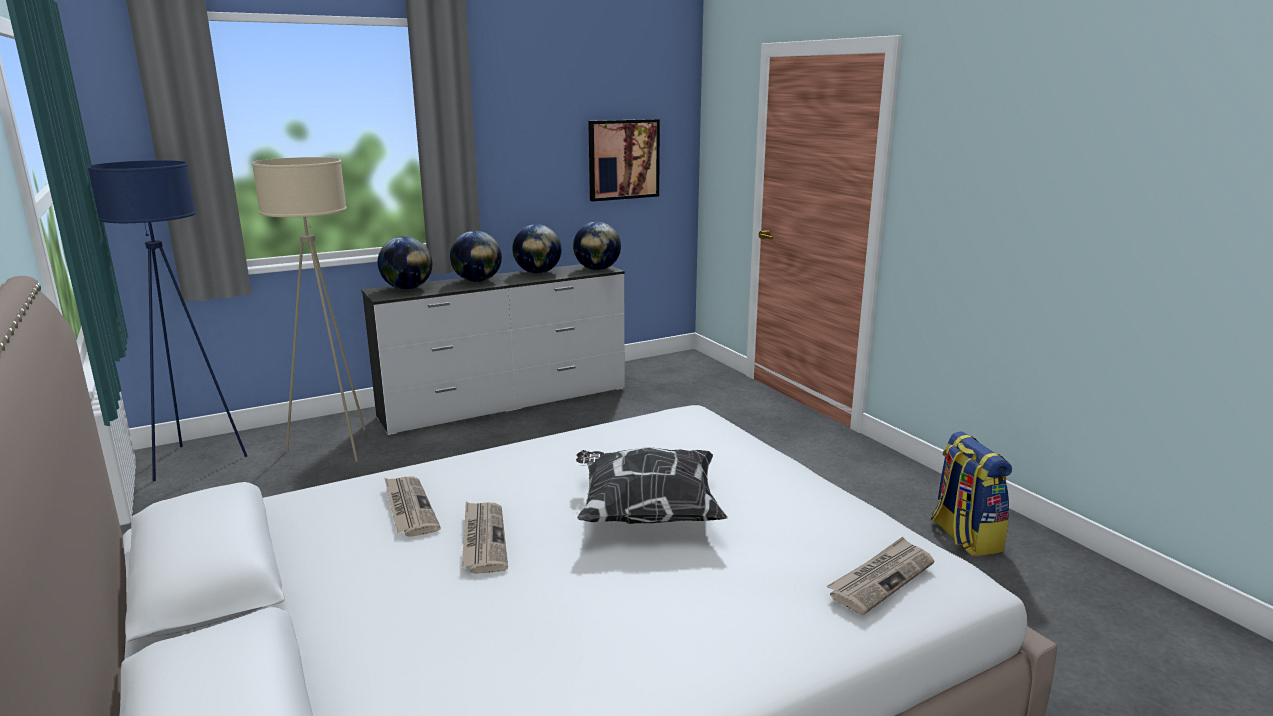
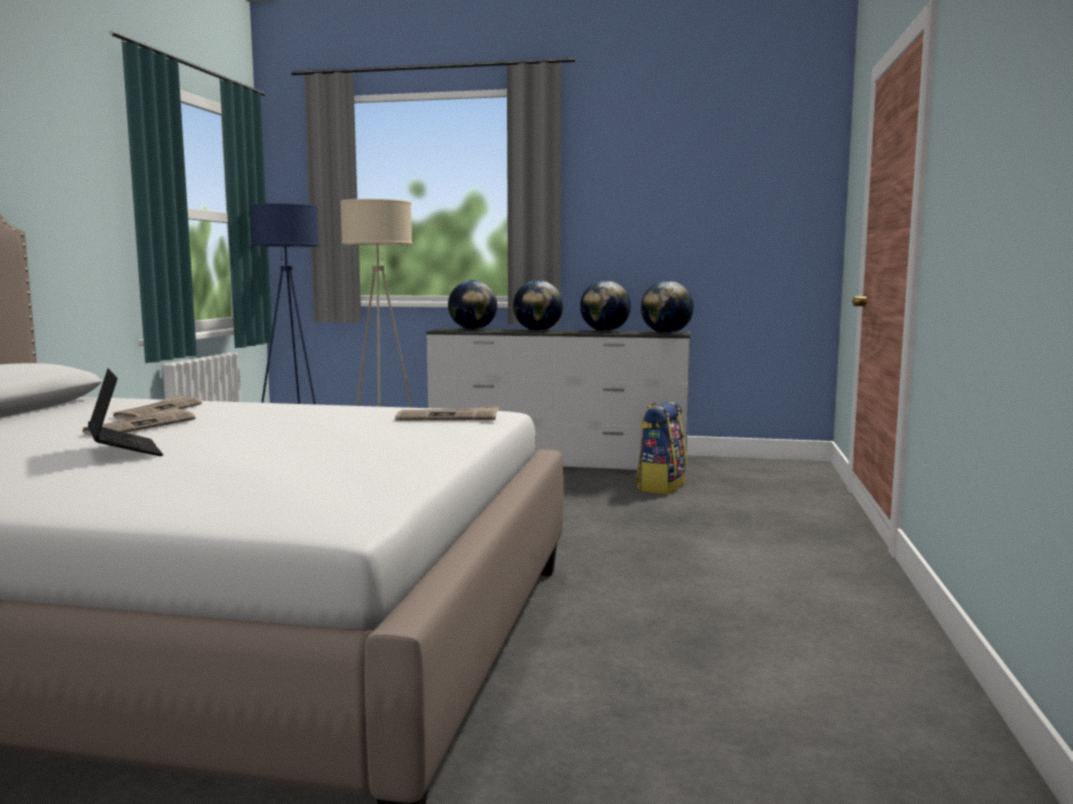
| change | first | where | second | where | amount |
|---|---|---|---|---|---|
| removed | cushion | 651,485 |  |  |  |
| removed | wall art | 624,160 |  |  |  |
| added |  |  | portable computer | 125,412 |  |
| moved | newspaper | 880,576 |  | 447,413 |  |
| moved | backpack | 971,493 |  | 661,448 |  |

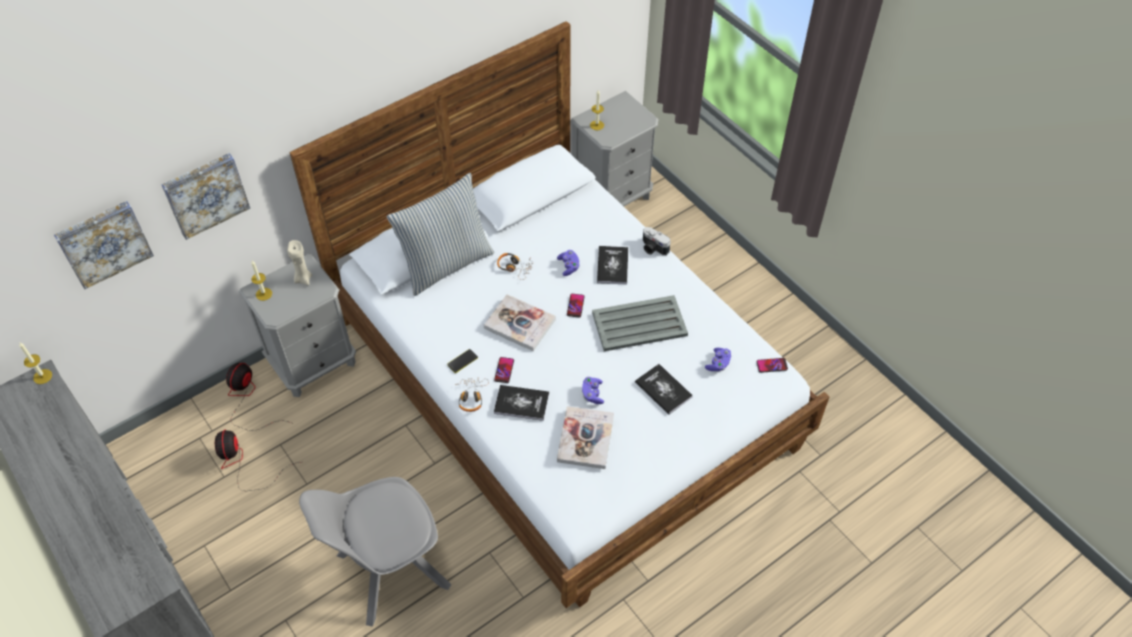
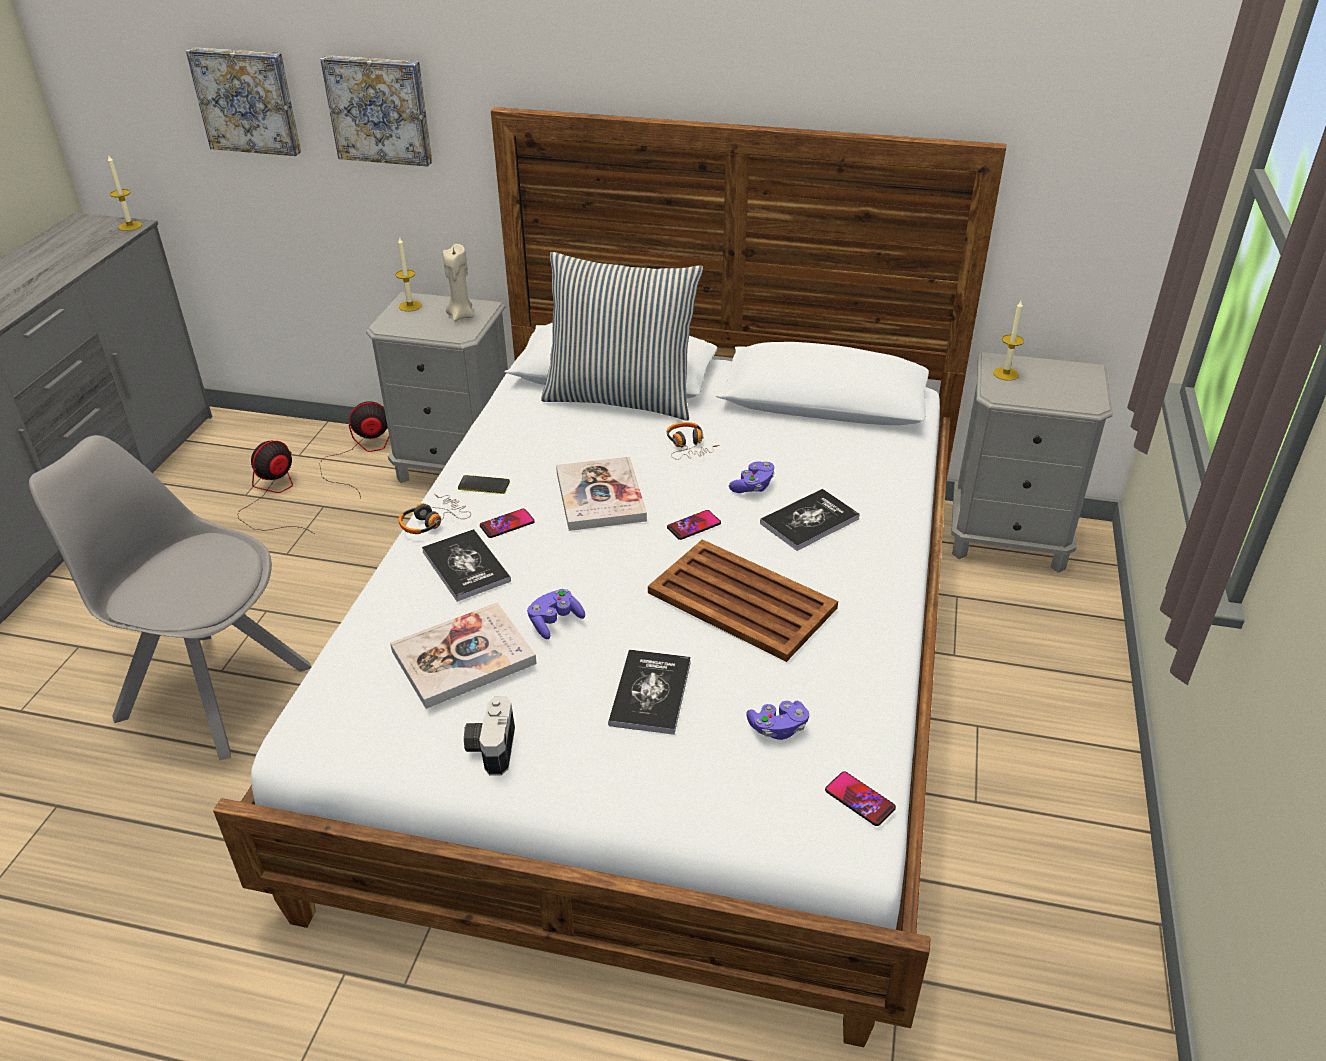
| change | first | where | second | where | amount |
|---|---|---|---|---|---|
| moved | still camera | 657,241 |  | 489,736 |  |
| recoloured | grey carrying tray | 640,323 | brown carrying tray | 743,600 |  |

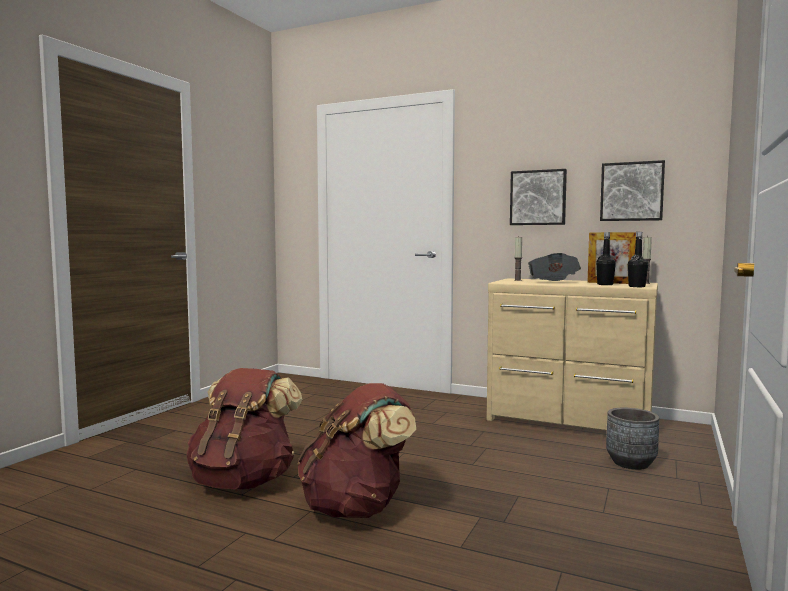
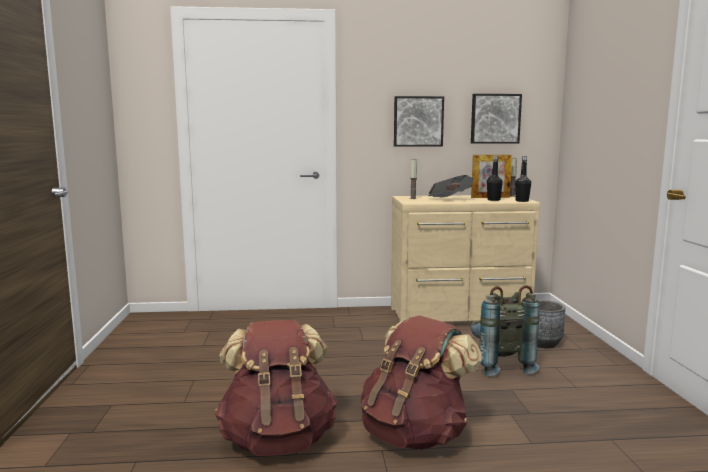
| change | first | where | second | where | amount |
|---|---|---|---|---|---|
| added |  |  | grey backpack | 505,331 |  |

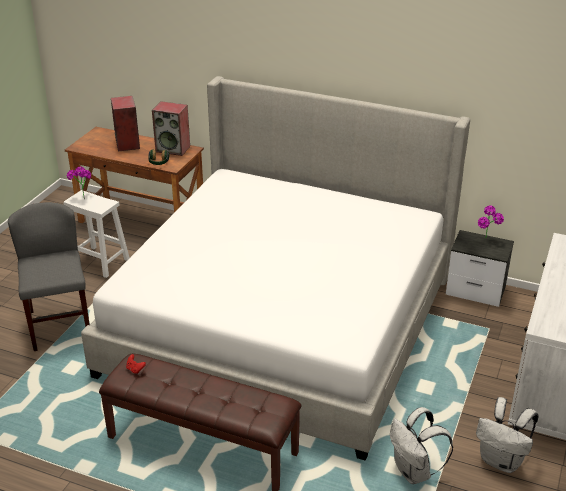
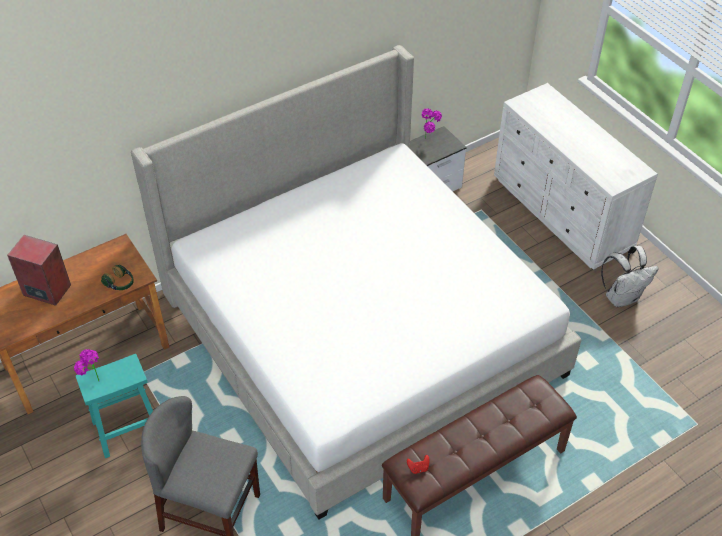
| change | first | where | second | where | amount |
|---|---|---|---|---|---|
| removed | audio speaker | 171,128 |  |  |  |
| removed | white backpack | 421,445 |  |  |  |
| recoloured | white stool | 96,234 | turquoise-coloured stool | 114,406 |  |

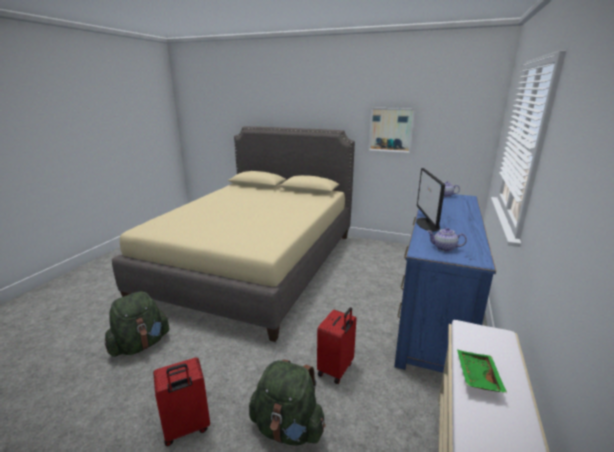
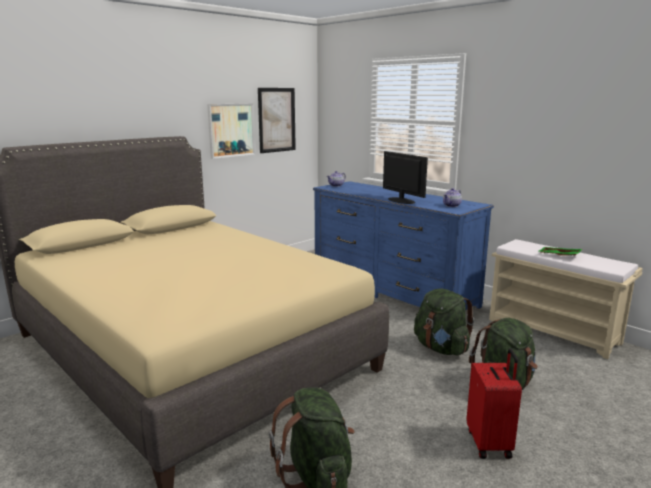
| change | first | where | second | where | amount |
|---|---|---|---|---|---|
| added |  |  | wall art | 277,120 |  |
| replaced | red-coloured suitcase | 337,345 | green-coloured backpack | 444,322 |  |
| turned | monitor | 430,200 |  | 405,177 | 150 degrees counterclockwise |

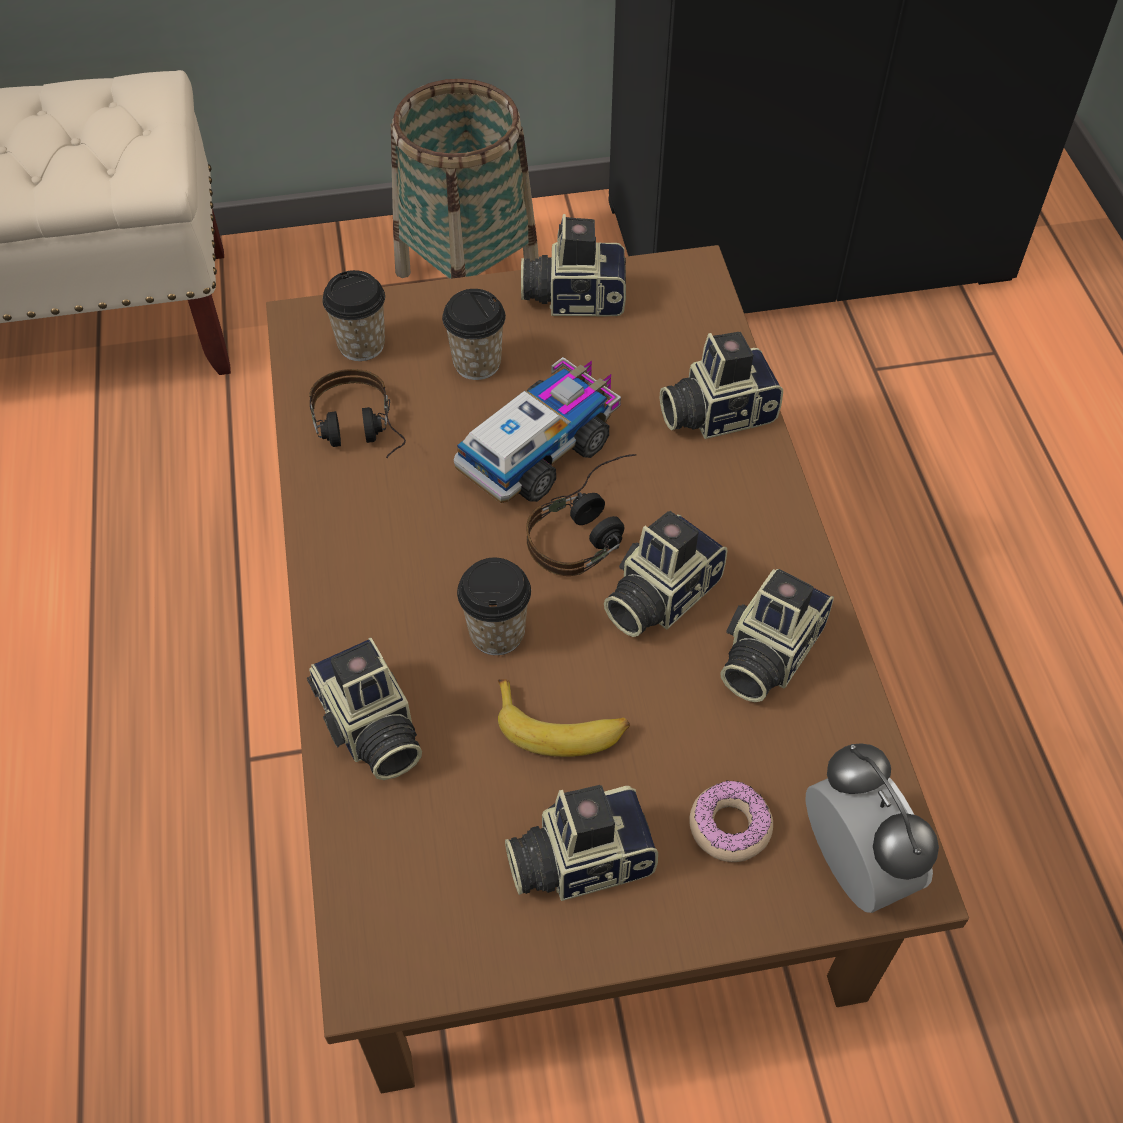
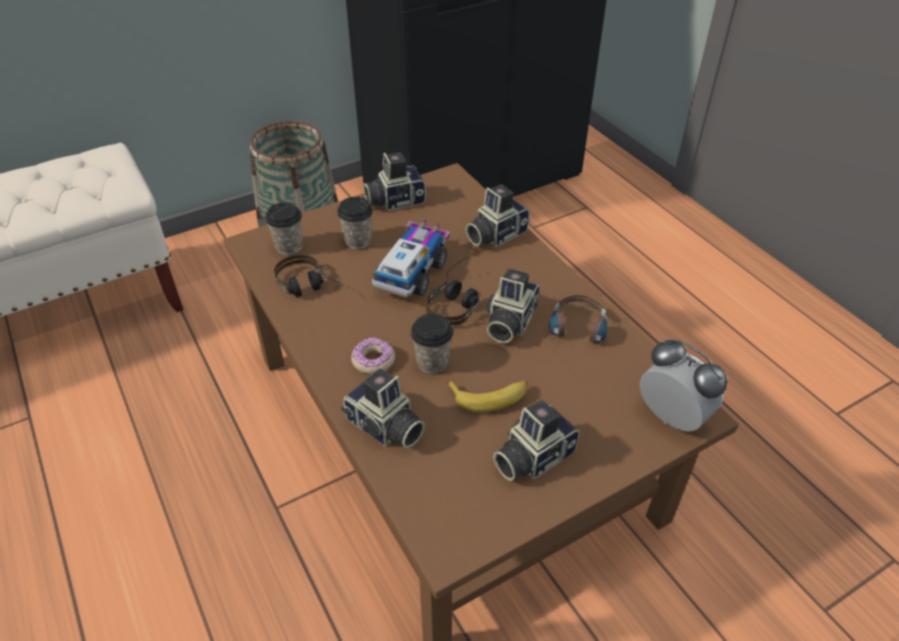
| change | first | where | second | where | amount |
|---|---|---|---|---|---|
| moved | doughnut | 731,821 |  | 373,356 |  |
| replaced | still camera | 777,635 | pair of headphones | 578,320 |  |

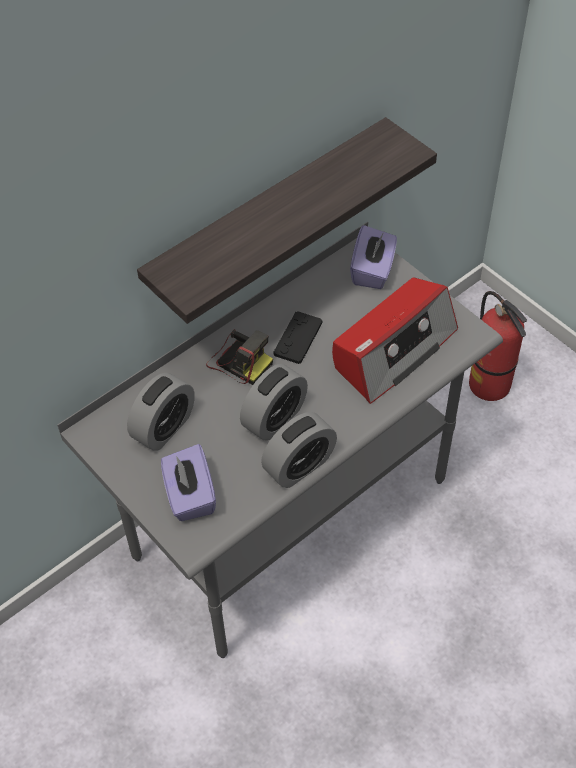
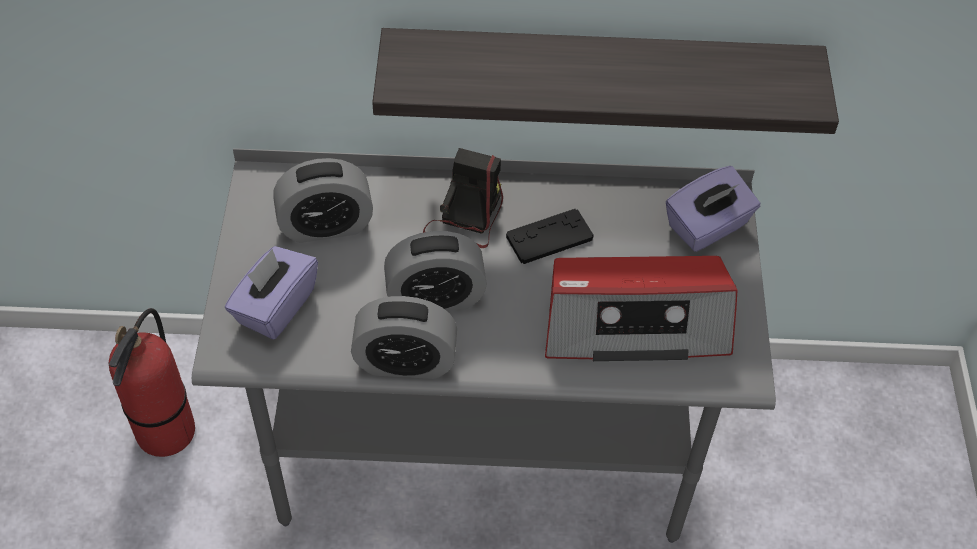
| change | first | where | second | where | amount |
|---|---|---|---|---|---|
| moved | fire-fighting cylinder | 498,346 |  | 152,382 |  |
| turned | still camera | 239,357 |  | 463,198 | 150 degrees counterclockwise |

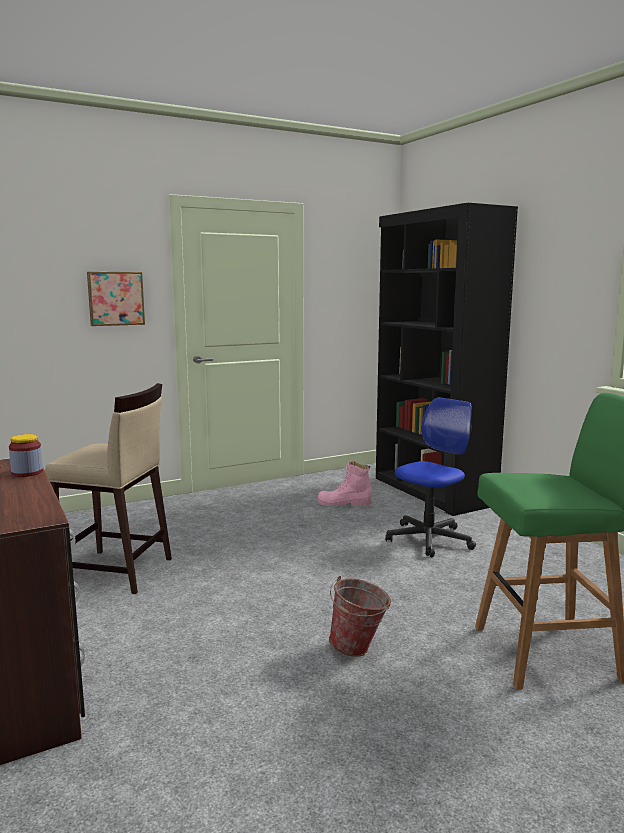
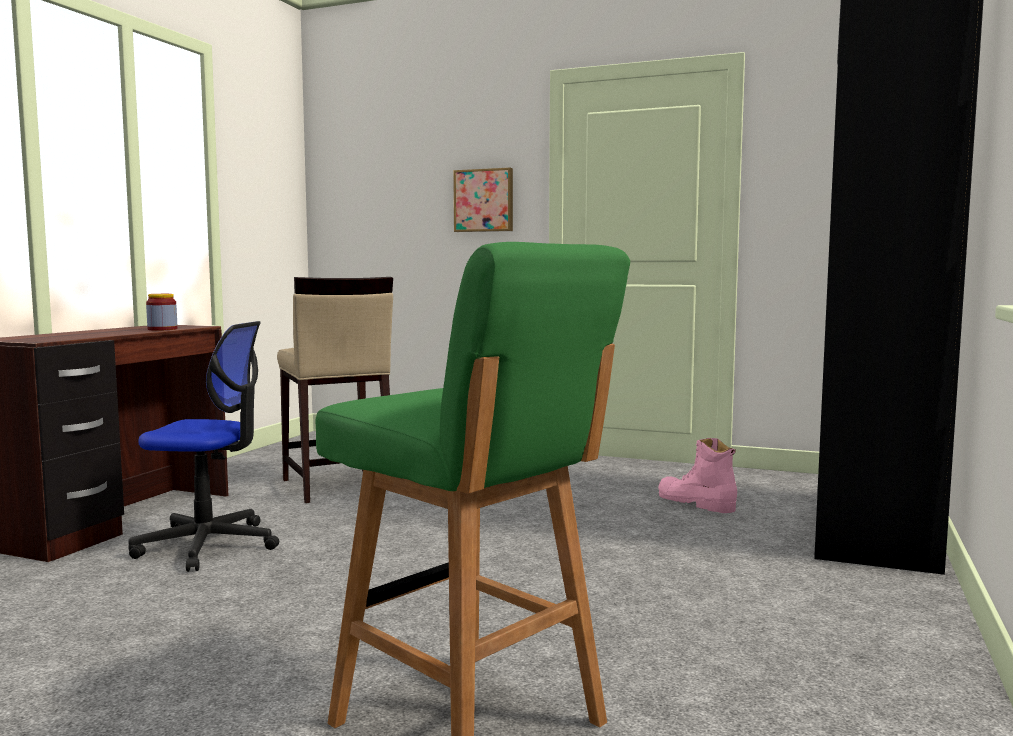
| change | first | where | second | where | amount |
|---|---|---|---|---|---|
| removed | bucket | 360,616 |  |  |  |
| moved | computer chair | 430,477 |  | 203,446 |  |

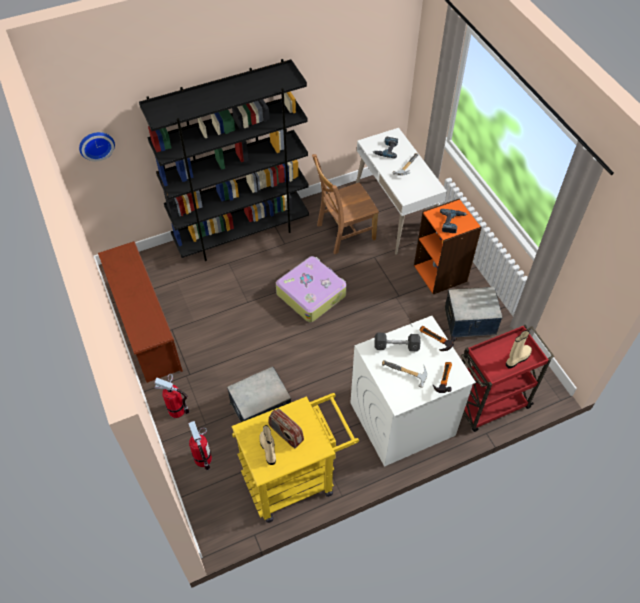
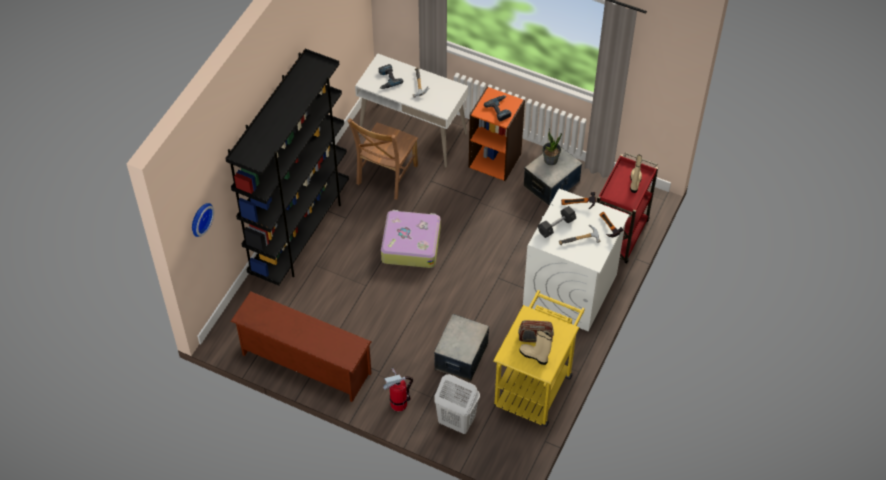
| change | first | where | second | where | amount |
|---|---|---|---|---|---|
| added |  |  | potted plant | 552,146 |  |
| replaced | fire-fighting cylinder | 200,445 | white hamper | 457,404 |  |

